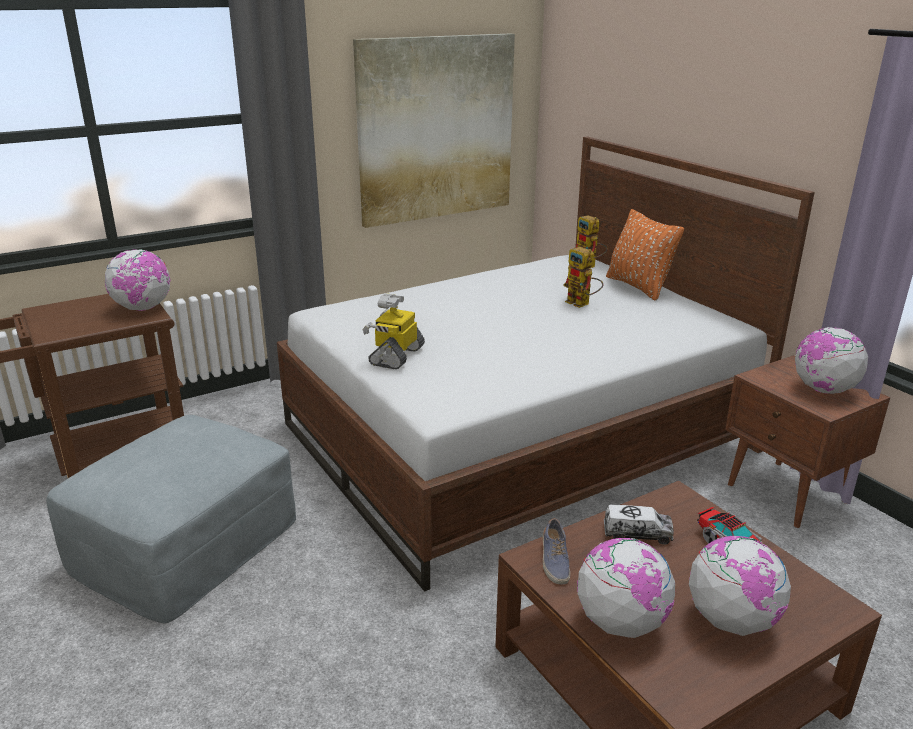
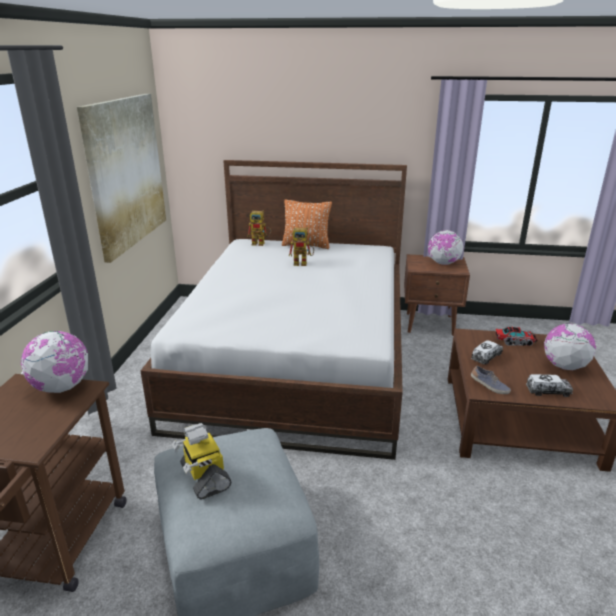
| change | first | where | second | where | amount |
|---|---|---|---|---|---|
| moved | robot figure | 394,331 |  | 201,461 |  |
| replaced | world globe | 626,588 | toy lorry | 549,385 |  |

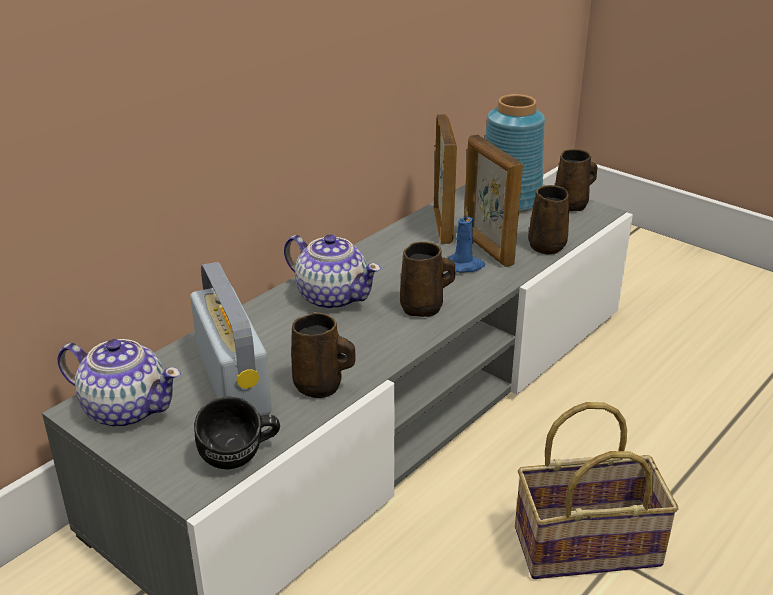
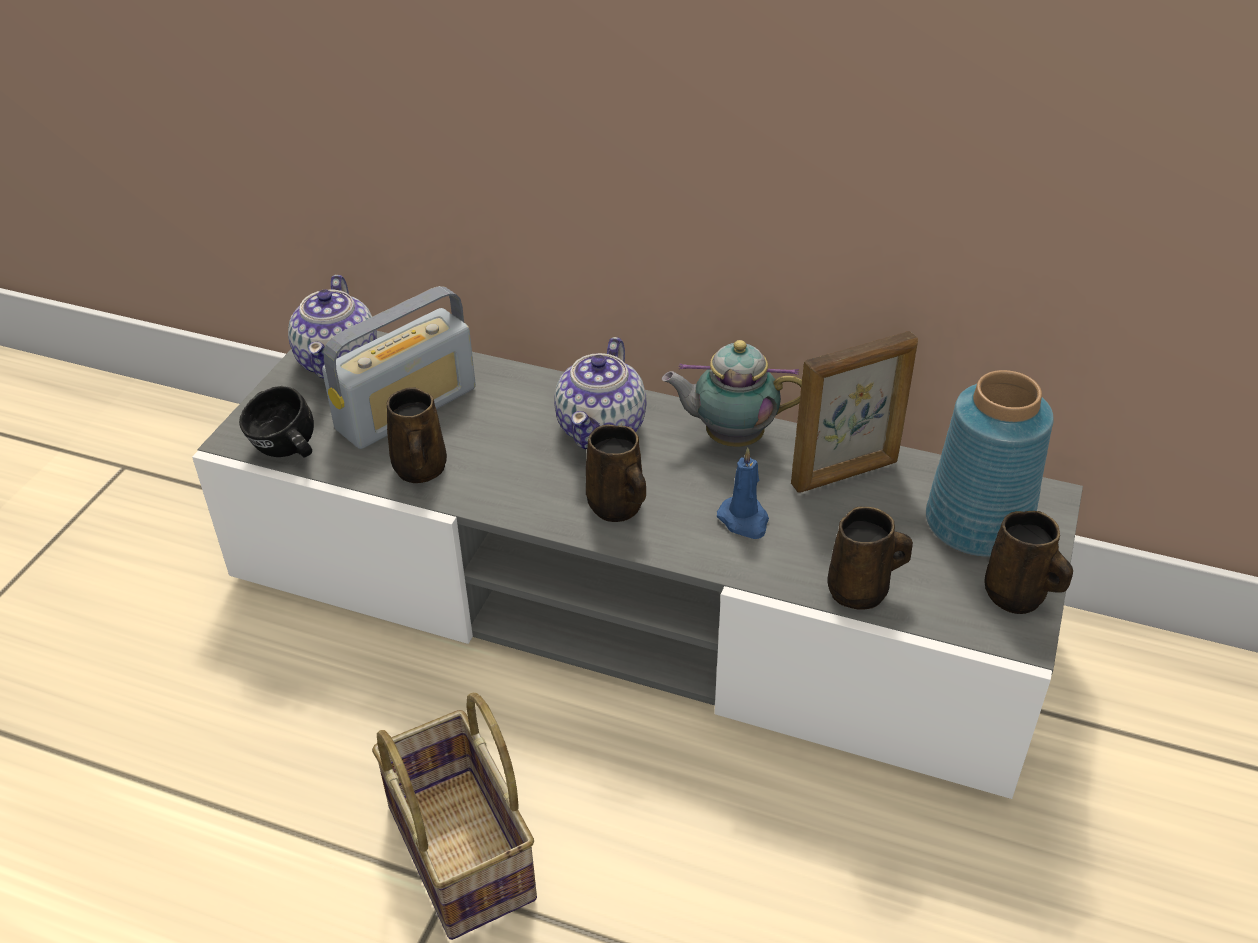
| change | first | where | second | where | amount |
|---|---|---|---|---|---|
| removed | photo frame | 493,201 |  |  |  |
| added |  |  | teapot | 732,393 |  |

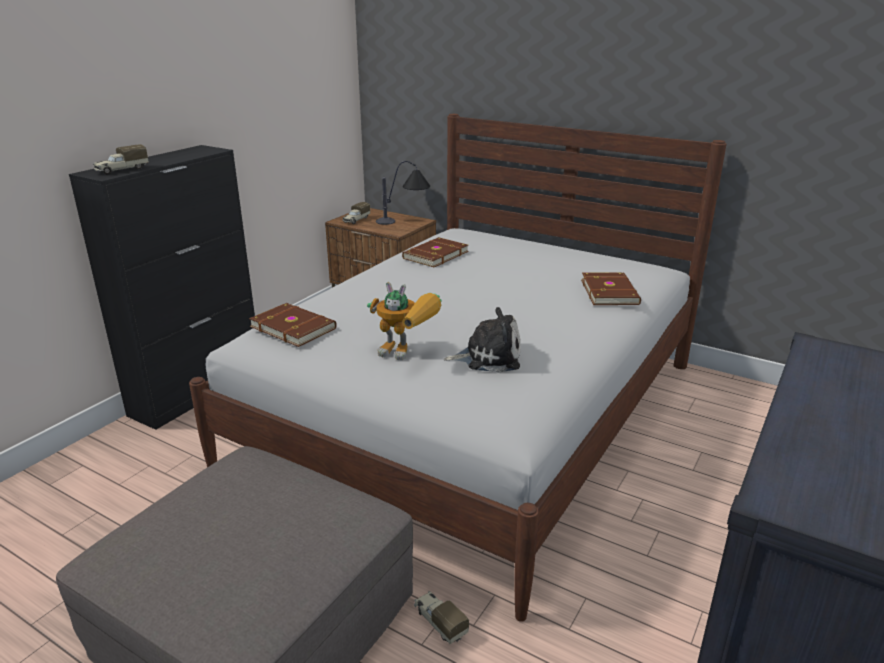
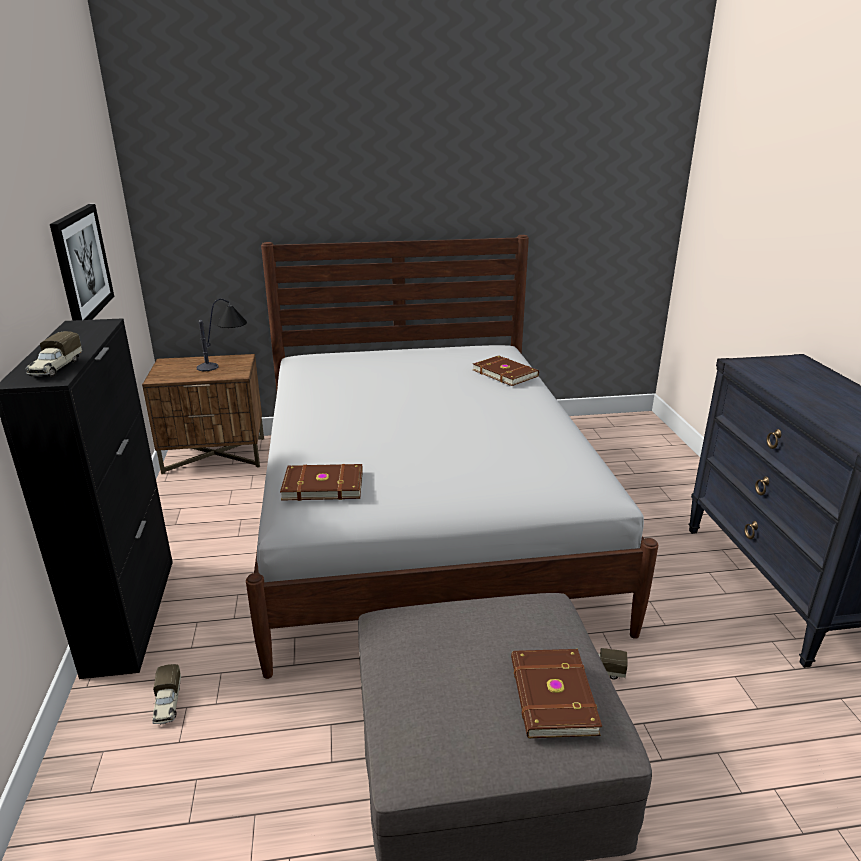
| change | first | where | second | where | amount |
|---|---|---|---|---|---|
| removed | robot figure | 404,321 |  |  |  |
| removed | plush toy | 482,340 |  |  |  |
| added |  |  | wall art | 82,262 |  |
| moved | toy lorry | 356,213 |  | 166,694 |  |
| moved | brown book | 435,252 |  | 556,693 |  |

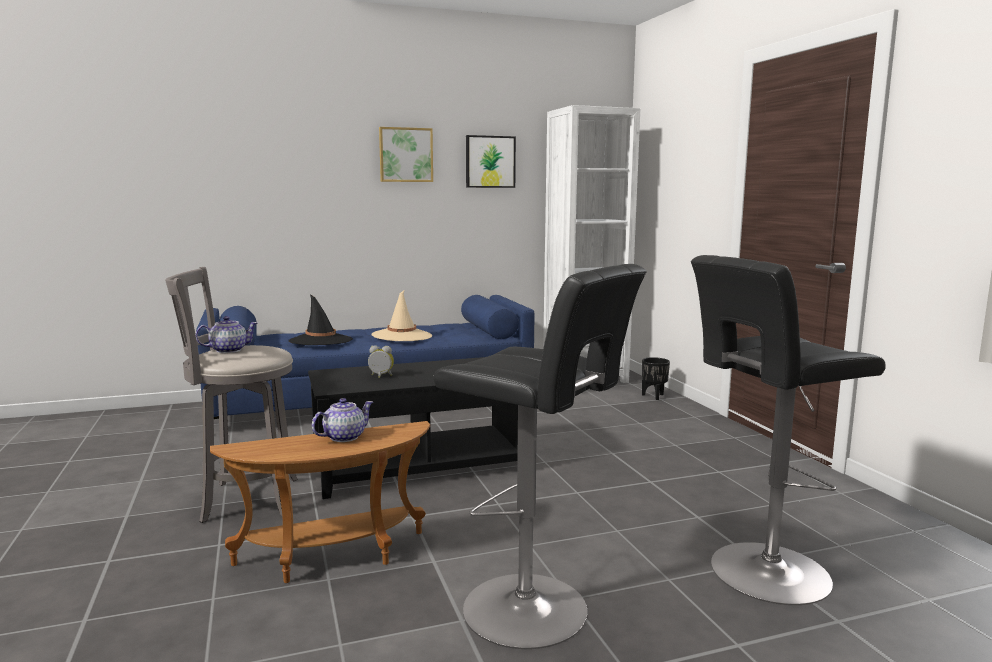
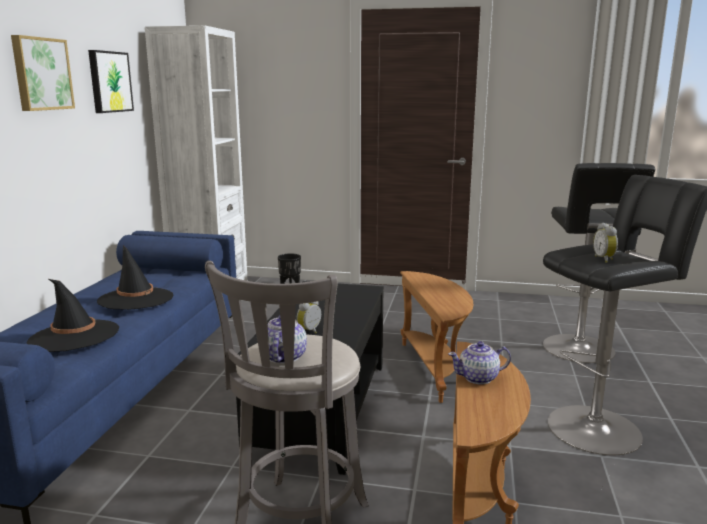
| change | first | where | second | where | amount |
|---|---|---|---|---|---|
| added |  |  | brown end table | 436,337 |  |
| added |  |  | table clock | 605,243 |  |
| recoloured | beige clothing hat | 402,316 | black-coloured clothing hat | 135,277 |  |
| turned | teapot | 342,420 |  | 479,362 | 90 degrees counterclockwise |

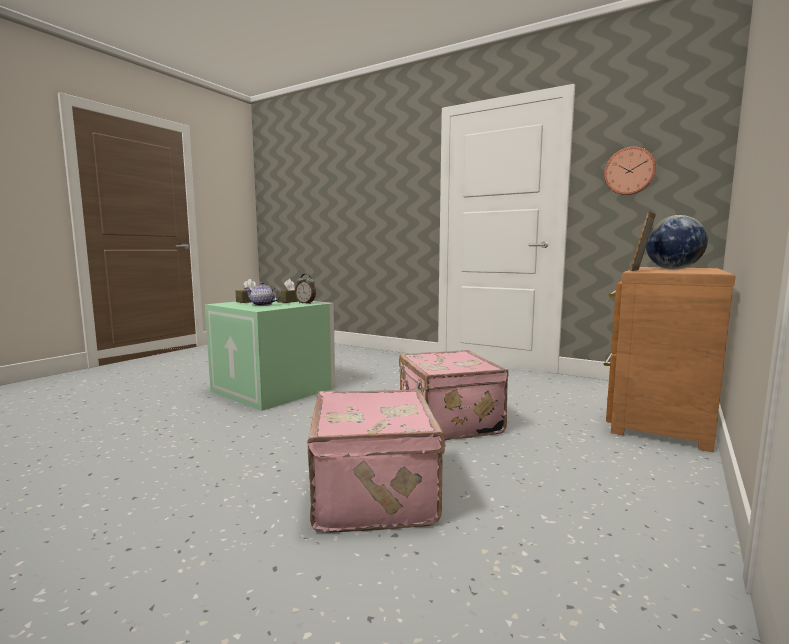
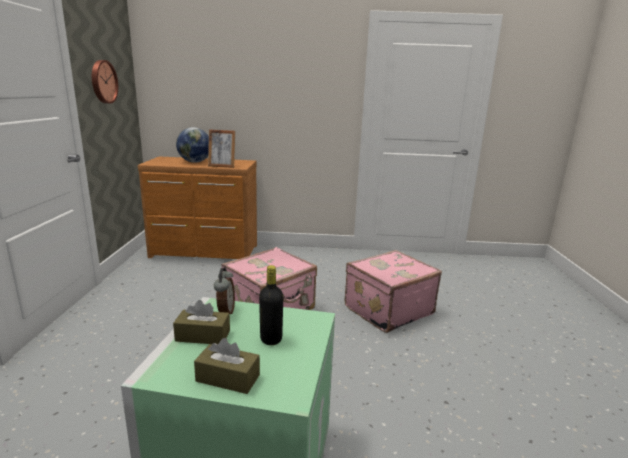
| change | first | where | second | where | amount |
|---|---|---|---|---|---|
| replaced | teapot | 263,294 | black-coloured bottle | 271,305 |  |

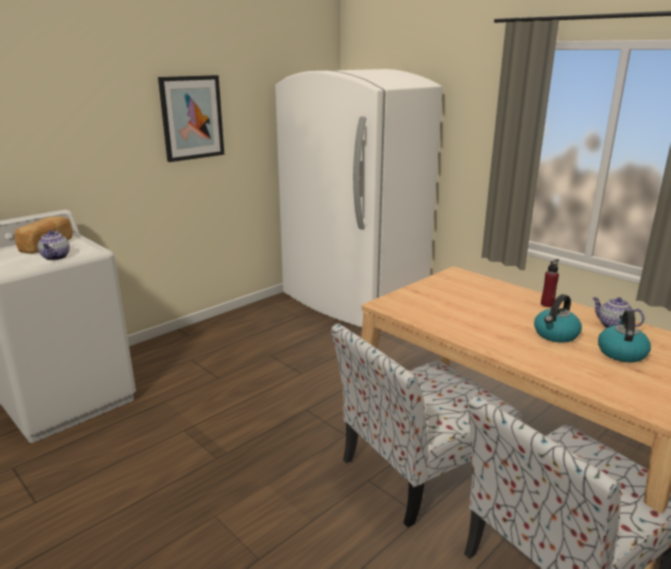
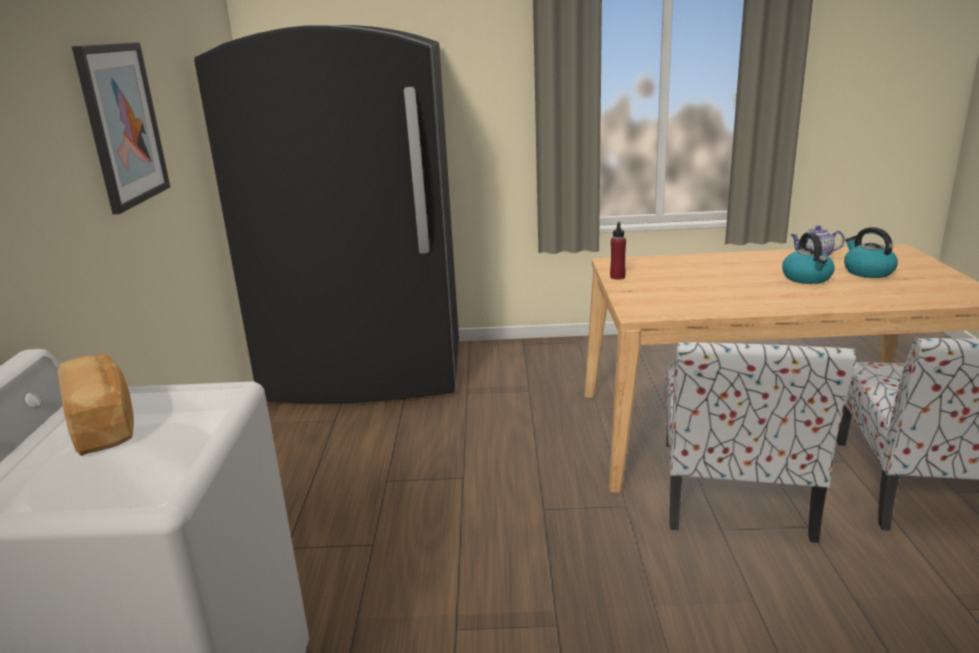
| change | first | where | second | where | amount |
|---|---|---|---|---|---|
| removed | teapot | 54,245 |  |  |  |
| moved | red-coloured bottle | 550,283 |  | 618,251 |  |
| recoloured | white fridge | 359,198 | black-coloured fridge | 326,214 |  |

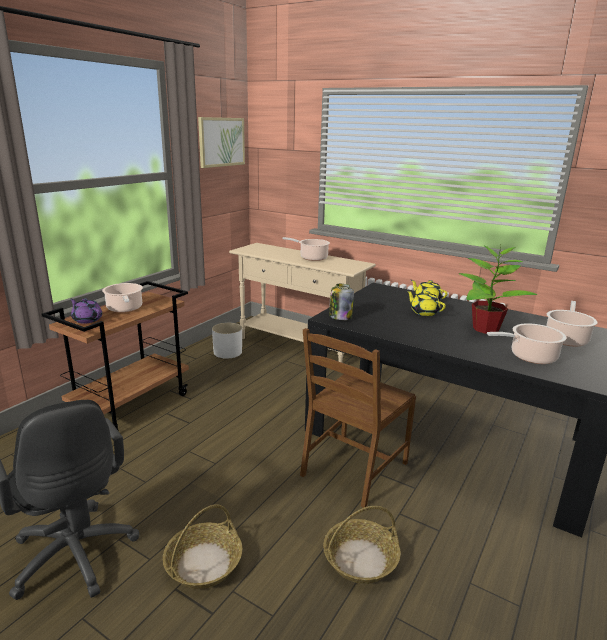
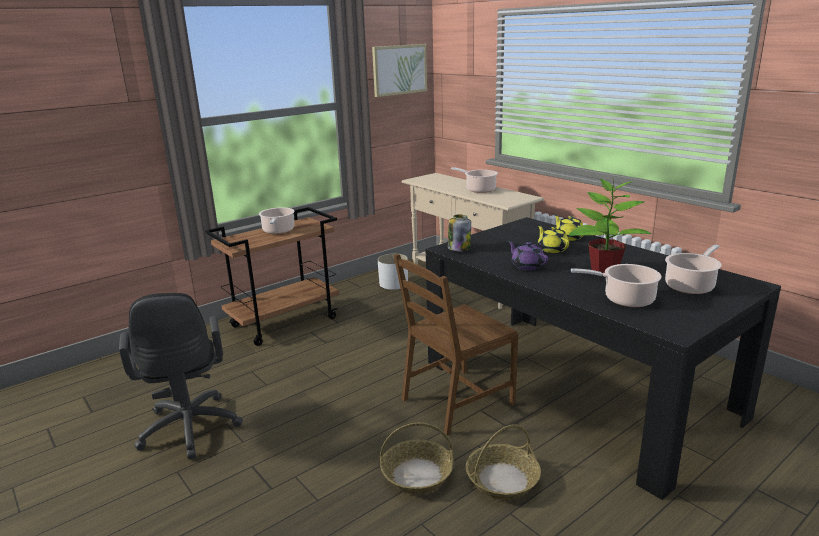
| change | first | where | second | where | amount |
|---|---|---|---|---|---|
| moved | purple-coloured teapot | 86,311 |  | 528,255 |  |
| moved | storage basket | 202,546 |  | 503,462 |  |

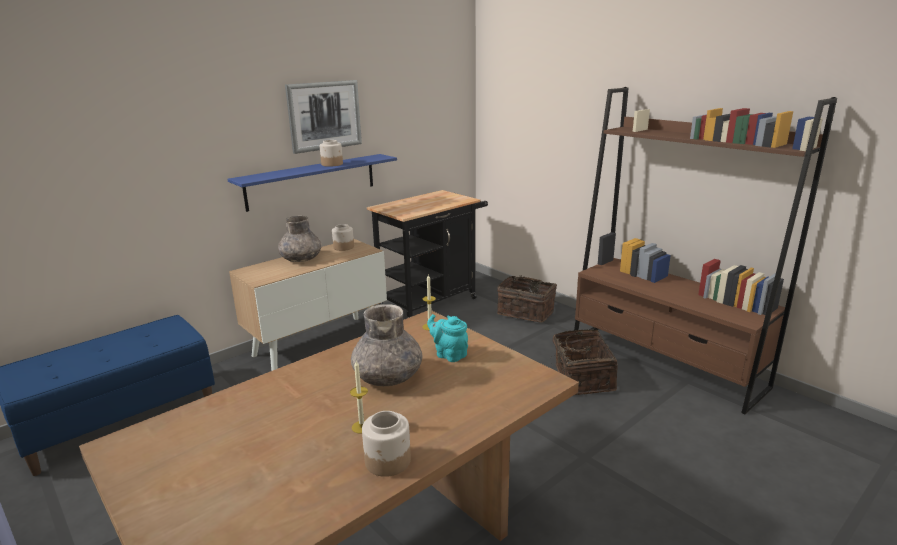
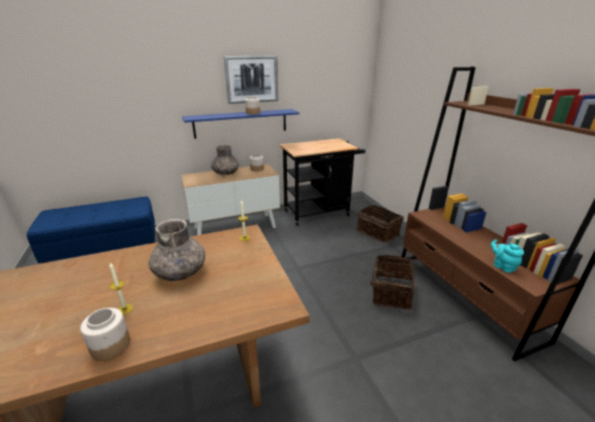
| change | first | where | second | where | amount |
|---|---|---|---|---|---|
| moved | turquoise-coloured teapot | 447,338 |  | 507,256 |  |

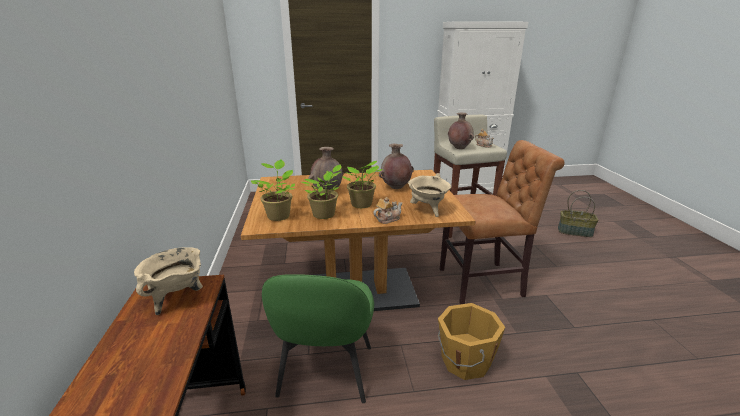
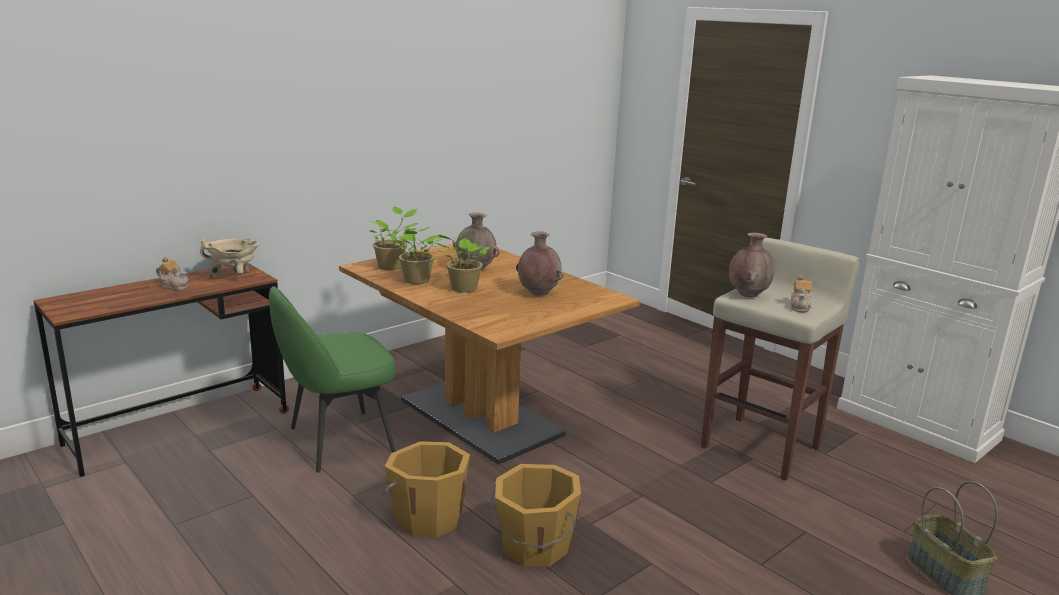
| change | first | where | second | where | amount |
|---|---|---|---|---|---|
| removed | beige saucepot | 429,195 |  |  |  |
| removed | brown chair | 502,222 |  |  |  |
| added |  |  | orange bucket | 536,515 |  |
| moved | teapot | 388,210 |  | 172,273 |  |

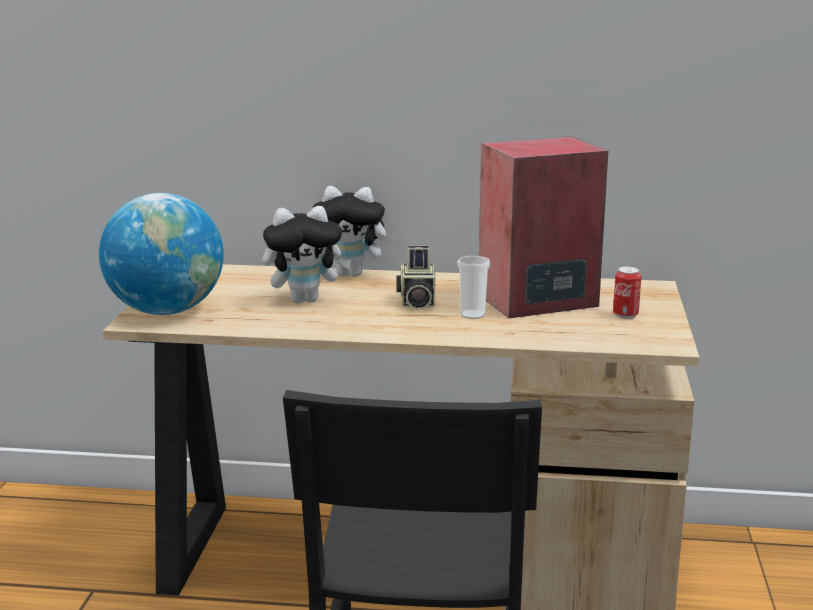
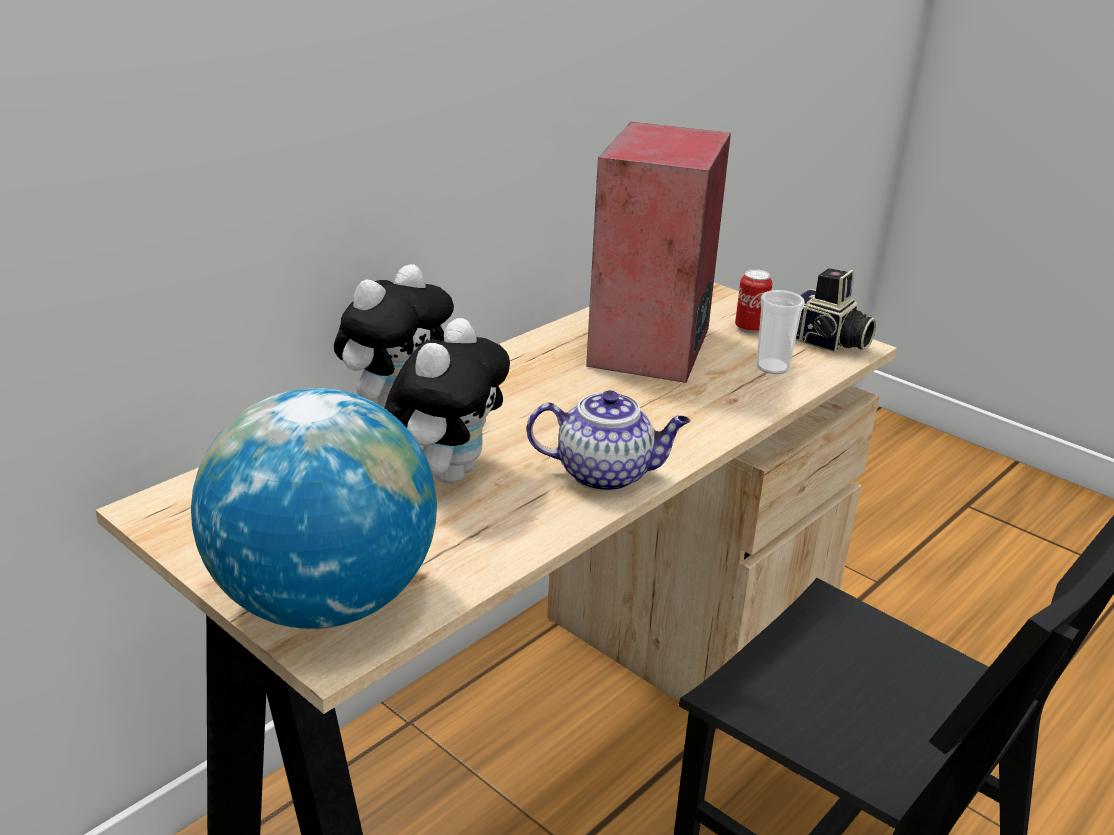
| change | first | where | second | where | amount |
|---|---|---|---|---|---|
| added |  |  | teapot | 608,441 |  |
| moved | still camera | 416,278 |  | 836,310 |  |
| moved | drinking cup | 473,287 |  | 781,332 |  |

